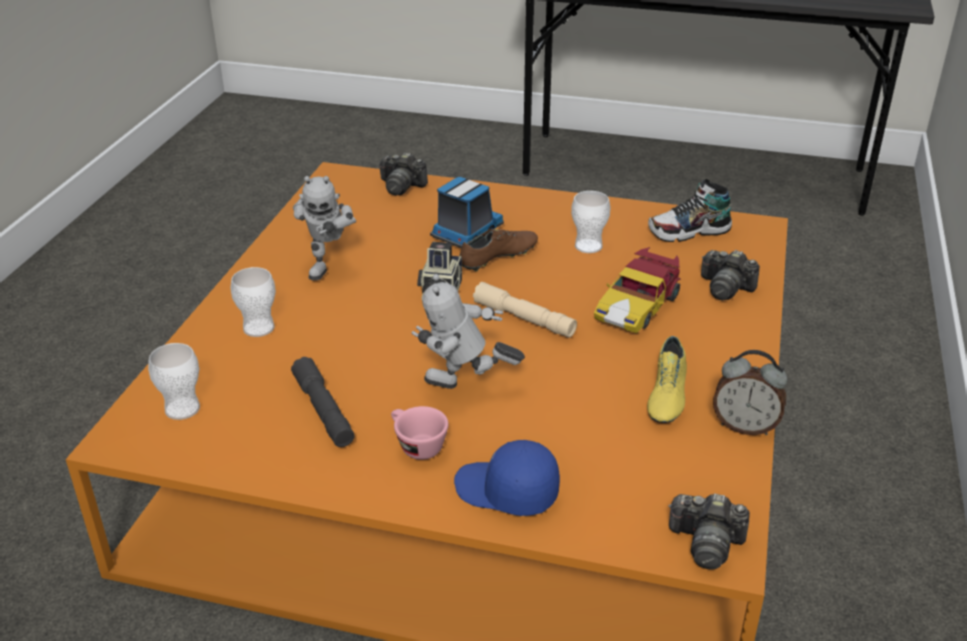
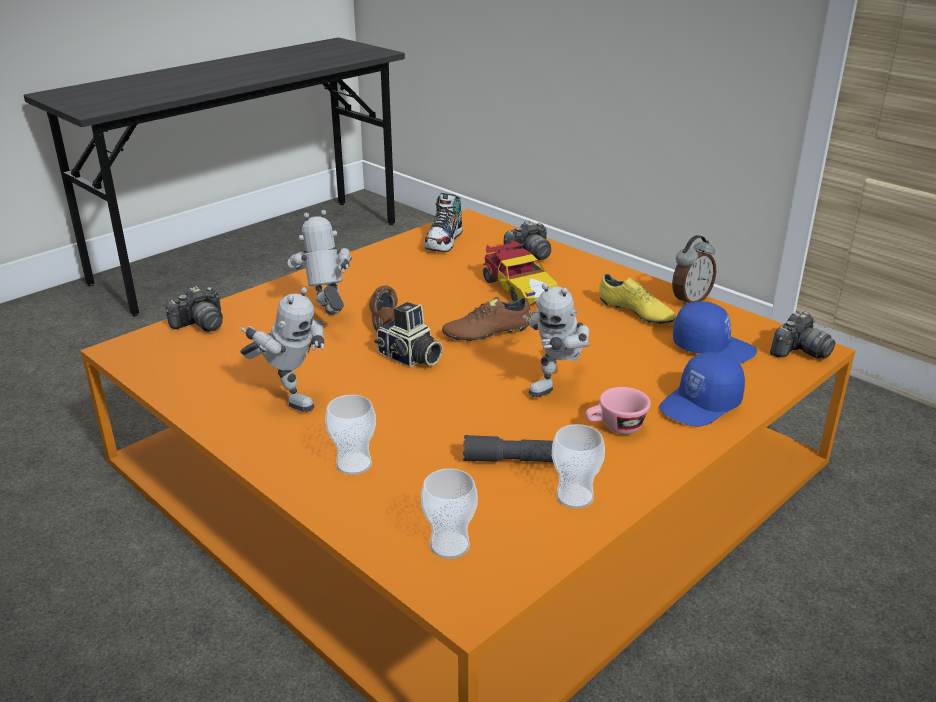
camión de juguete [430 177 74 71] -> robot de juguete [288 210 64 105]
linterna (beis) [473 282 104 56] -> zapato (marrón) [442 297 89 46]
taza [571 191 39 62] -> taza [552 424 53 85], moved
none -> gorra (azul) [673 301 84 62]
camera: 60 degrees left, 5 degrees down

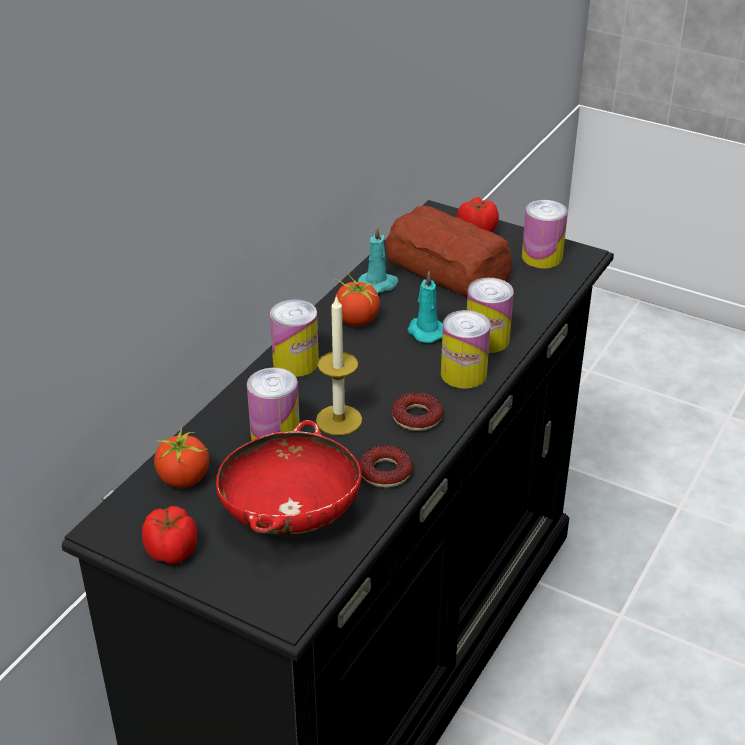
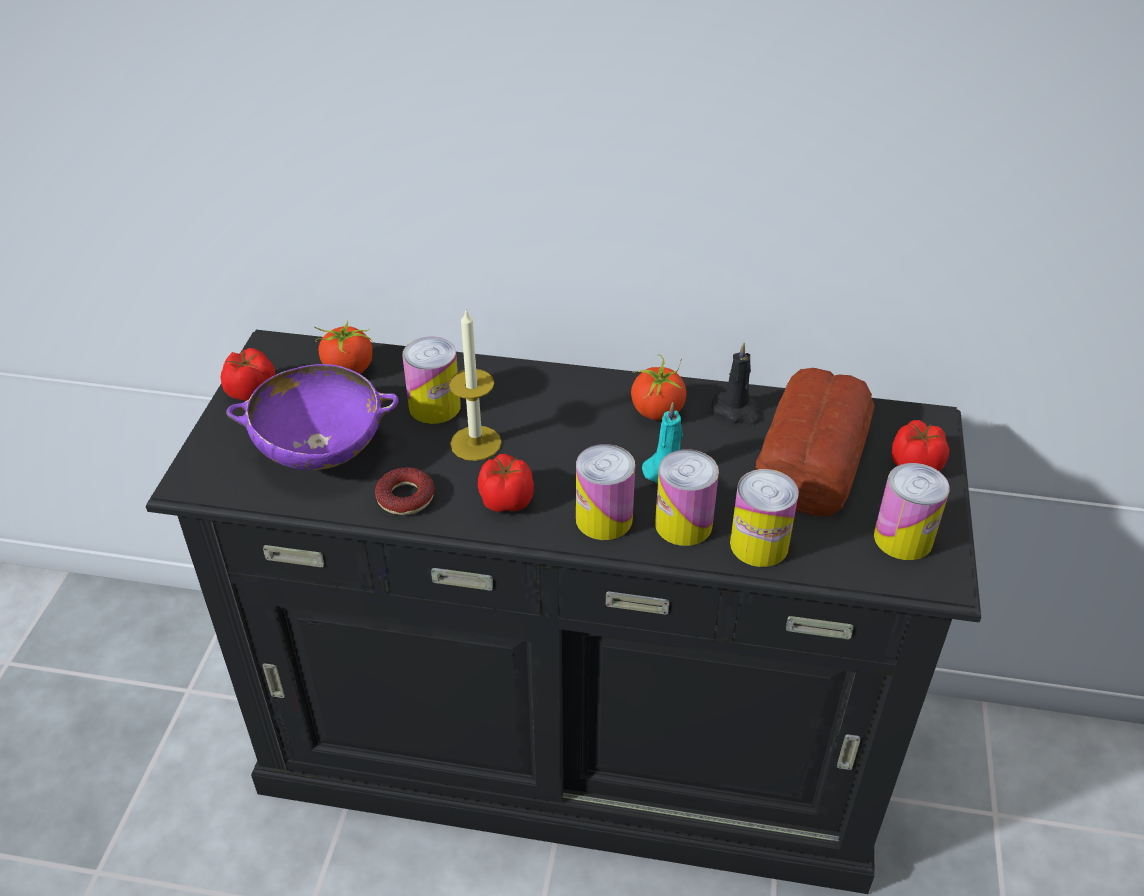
cuenco (rojo) [216 420 146 114] -> cuenco (morado) [226 364 173 106]
lata [270 299 49 78] -> lata [730 469 69 98], moved
vela (turquesa) [358 225 41 68] -> vela (negro) [711 342 49 82]
rosquilla [392 392 51 39] -> tomate [478 454 56 58]
camera: 70 degrees right, 5 degrees up

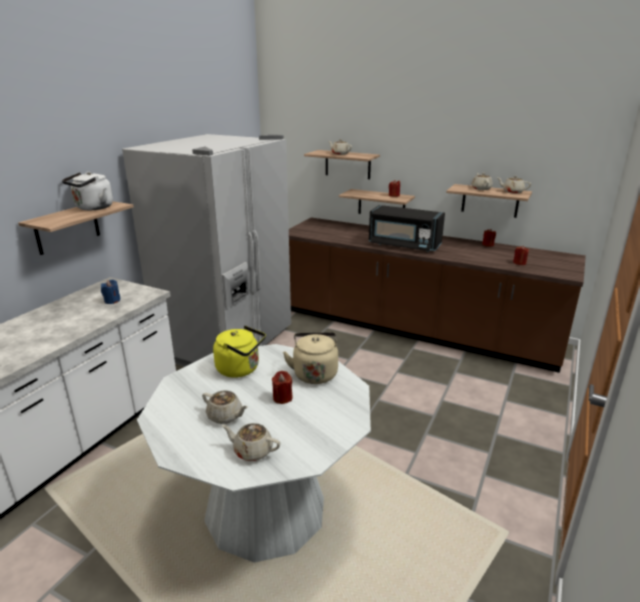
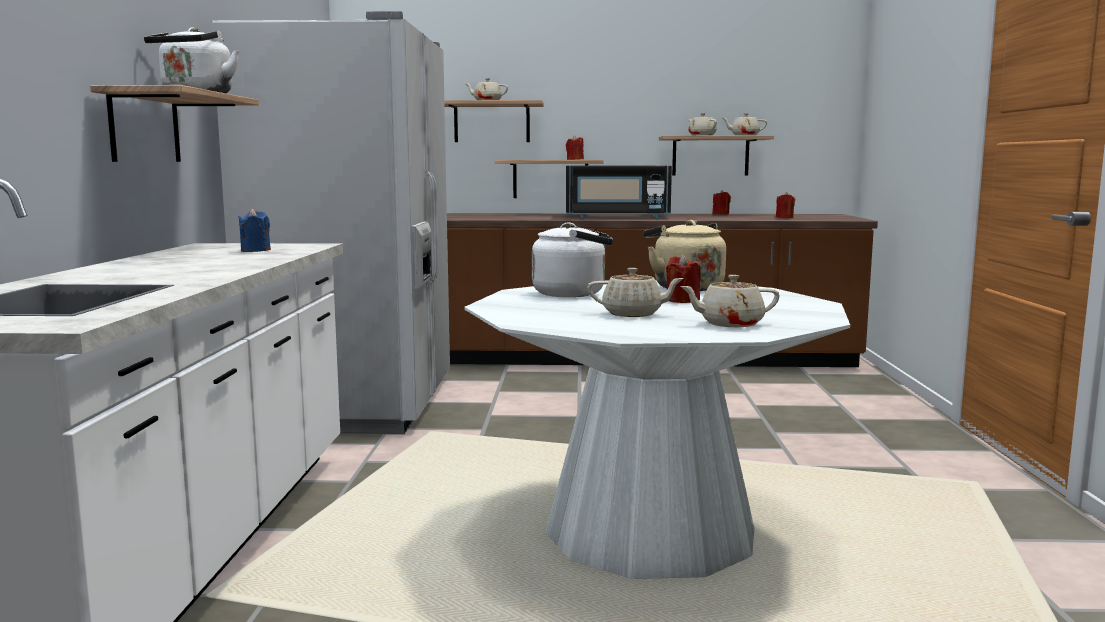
hervidor (amarillo) [213 326 53 52] -> hervidor (blanco) [532 222 81 75]
camera: 25 degrees left, 15 degrees down

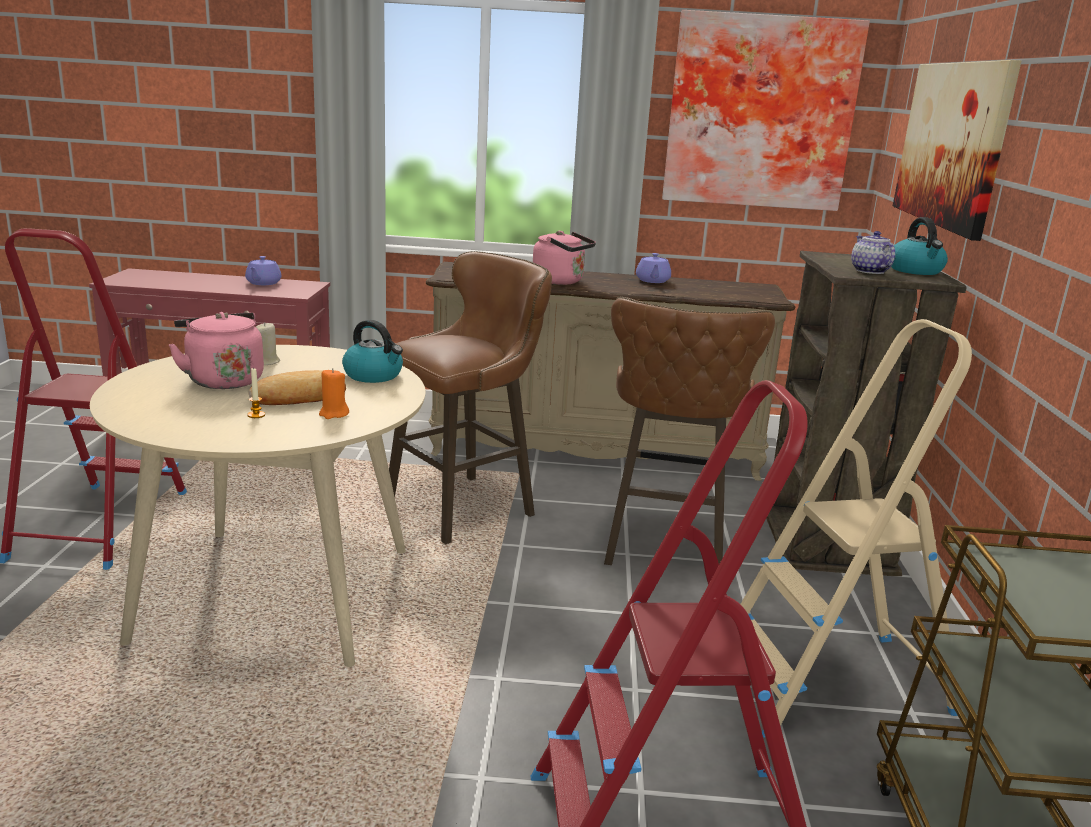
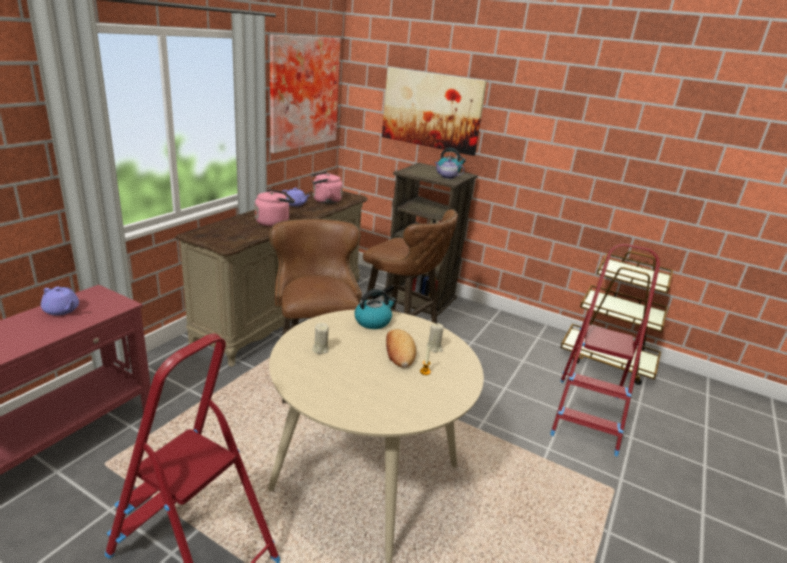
hervidor (rosa) [169 312 95 77] -> hervidor (rosa) [310 171 33 33], moved
vela (naranja) [319 368 30 51] -> vela (beis) [427 323 17 30]
escalera de tijera (beis) [741 319 231 419] -> none
camera: 65 degrees left, 5 degrees up

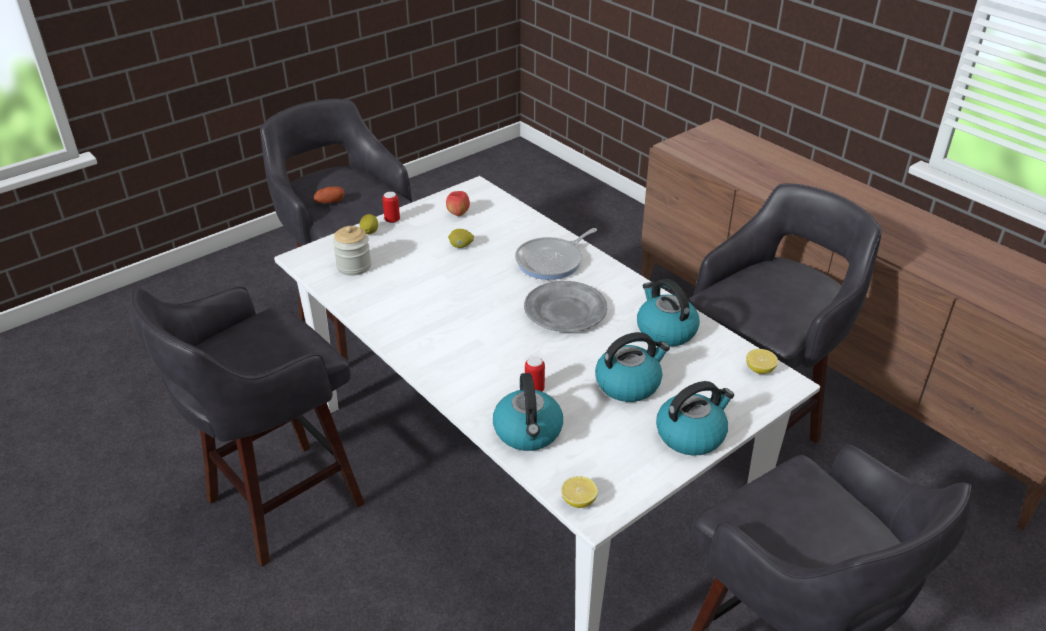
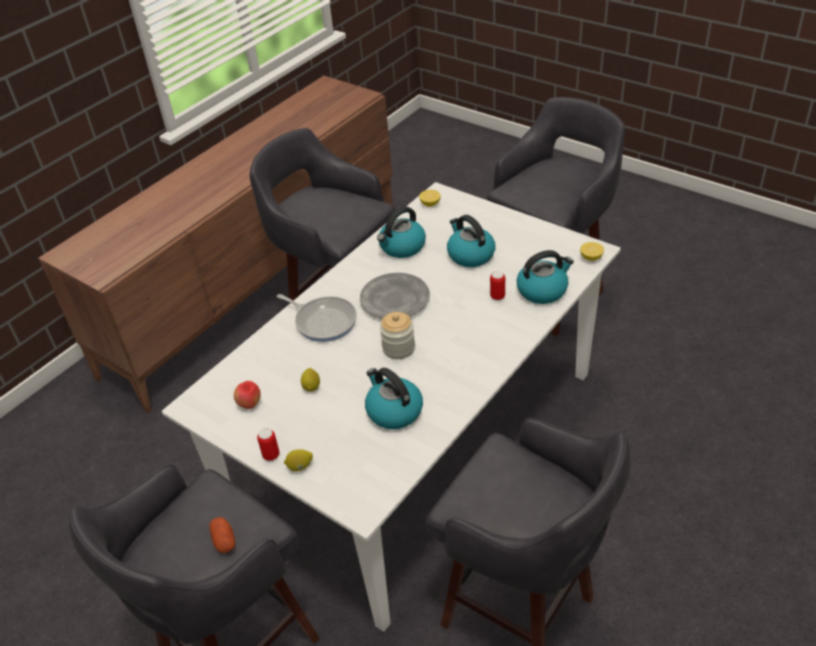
tarro [333 226 38 50] -> tarro [380 312 35 47], moved
hervidor [656 381 78 75] -> hervidor [365 368 58 61], moved
camera: 100 degrees left, 5 degrees up

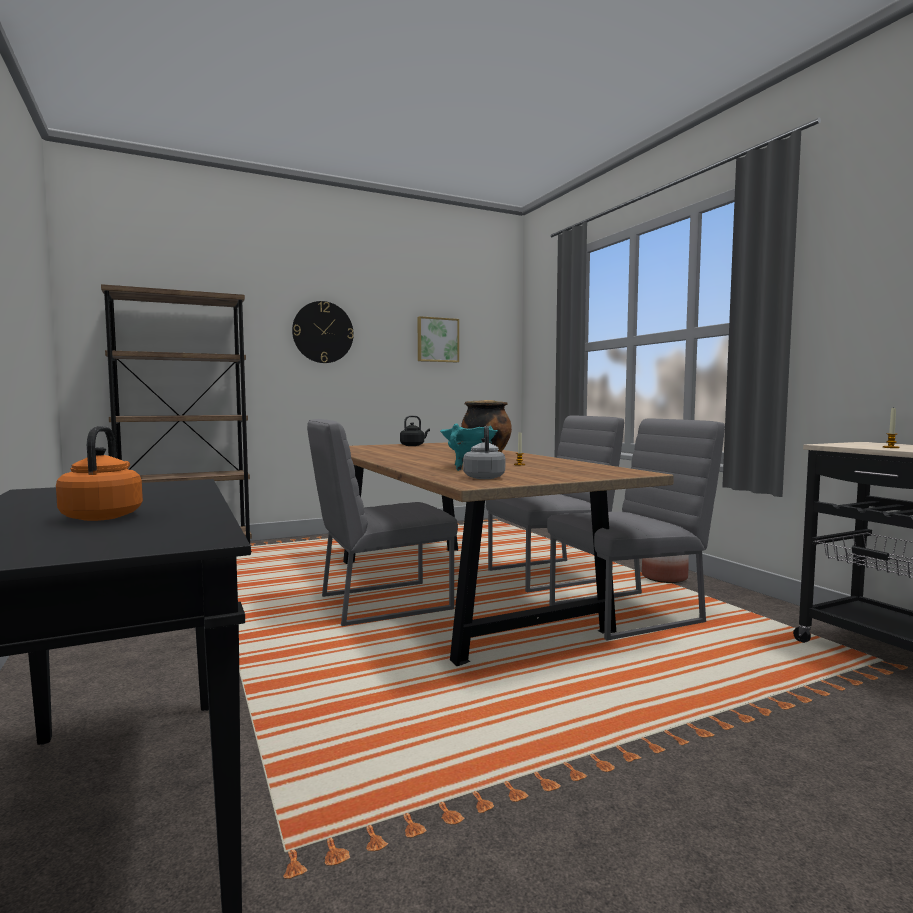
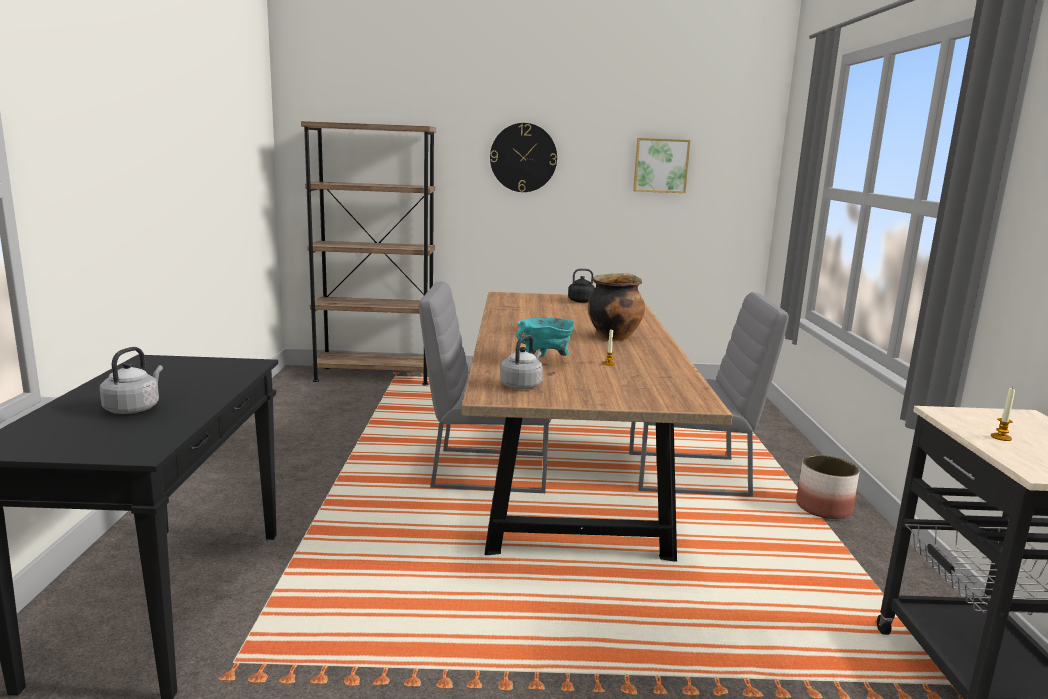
hervidor (naranja) [56 426 87 95] -> hervidor (gris) [100 347 63 67]
silla (gris) [547 418 178 222] -> none
camera: 25 degrees right, 10 degrees up

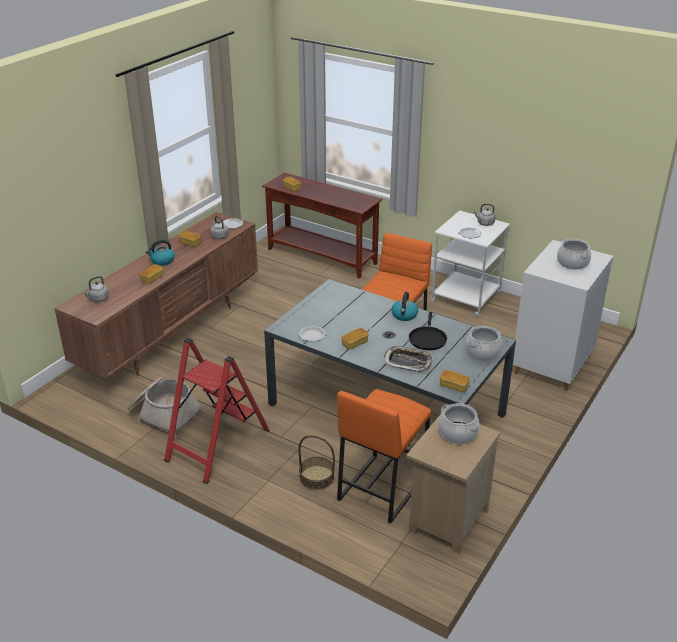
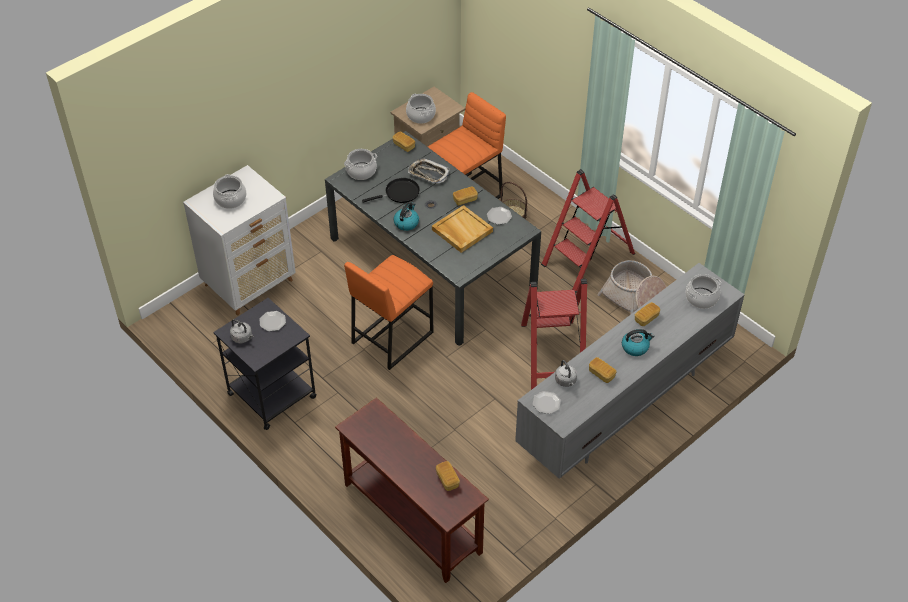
armario (marrón) [54 212 204 166] -> armario (gris) [515 263 230 216]
hervidor (gris) [82 276 27 26] -> olla [686 274 35 35]
sartén (negro) [409 312 38 38] -> sartén (negro) [362 178 58 25], 45 degrees clockwise
carrito (blanco) [431 210 79 107] -> carrito (negro) [213 298 103 132]
none -> bandeja (beis) [432 205 61 48]
none -> escalera de tijera (rojo) [521 279 66 111]
camera: 165 degrees left, 15 degrees up

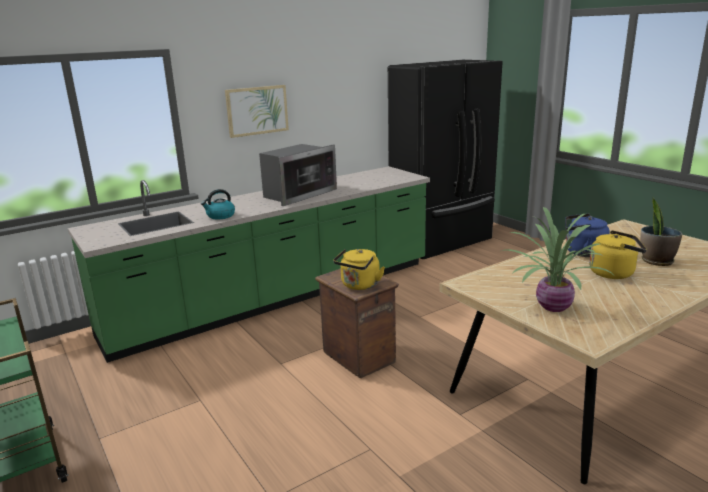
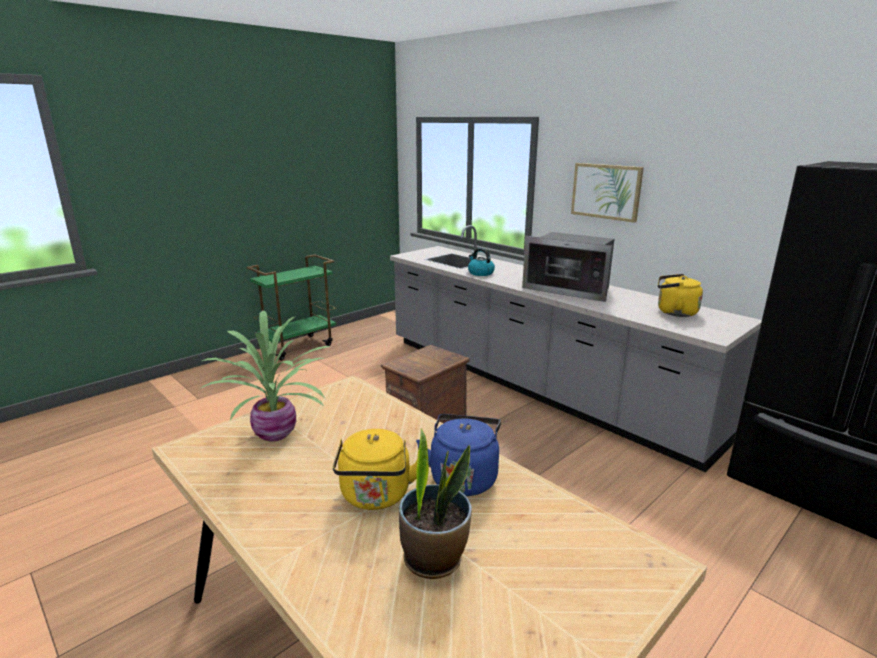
mueble bajo de cocina (verde) [68 166 362 197] -> mueble bajo de cocina (gris) [390 225 372 247]
hervidor (amarillo) [333 249 52 41] -> hervidor (amarillo) [658 274 45 43], moved
camera: 80 degrees right, 0 degrees up

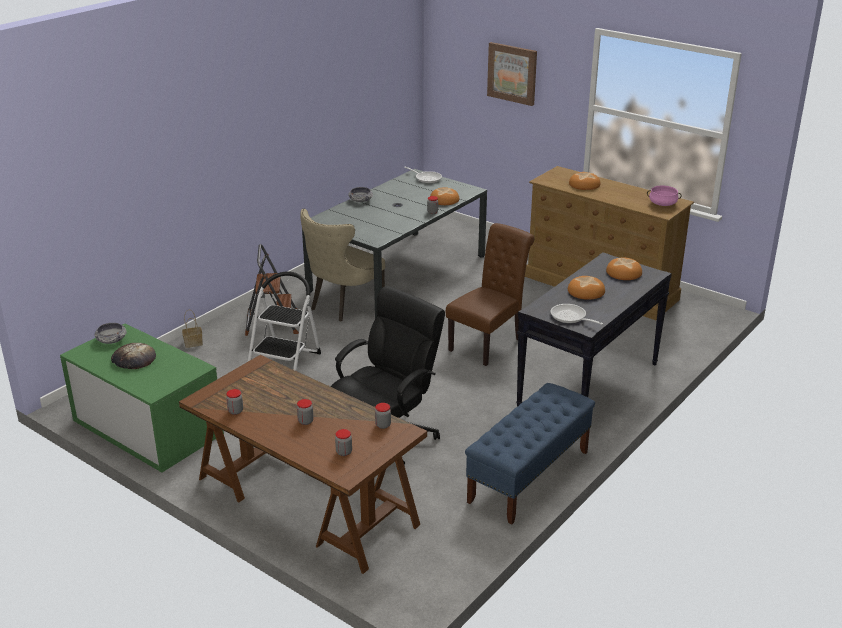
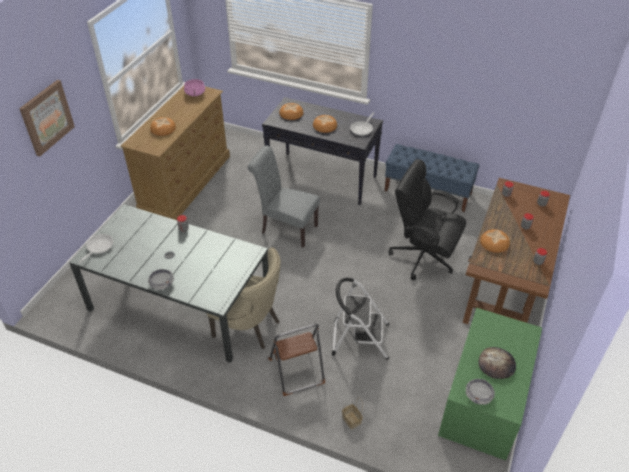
pan [430 187 29 18] -> pan [480 229 30 24], moved
silla (marrón) [446 223 89 143] -> silla (gris) [247 146 73 102]
camera: 105 degrees left, 15 degrees up

